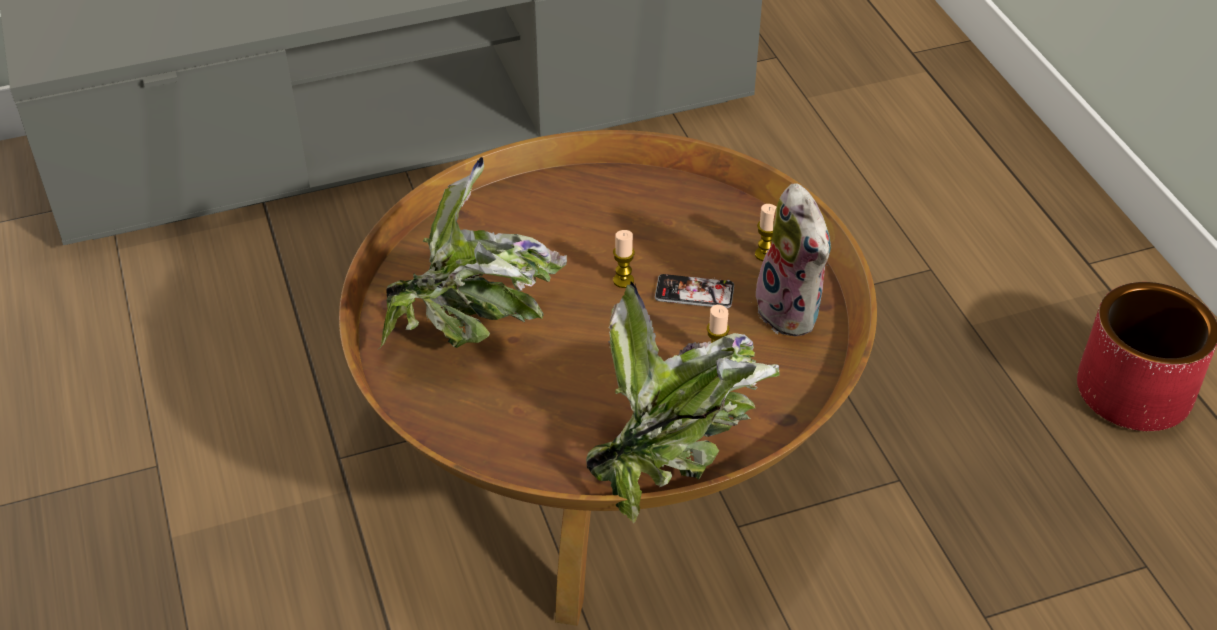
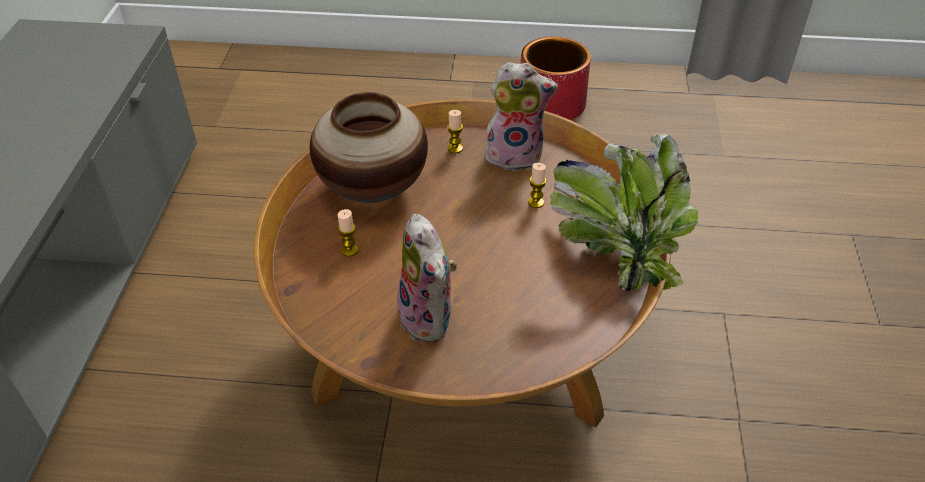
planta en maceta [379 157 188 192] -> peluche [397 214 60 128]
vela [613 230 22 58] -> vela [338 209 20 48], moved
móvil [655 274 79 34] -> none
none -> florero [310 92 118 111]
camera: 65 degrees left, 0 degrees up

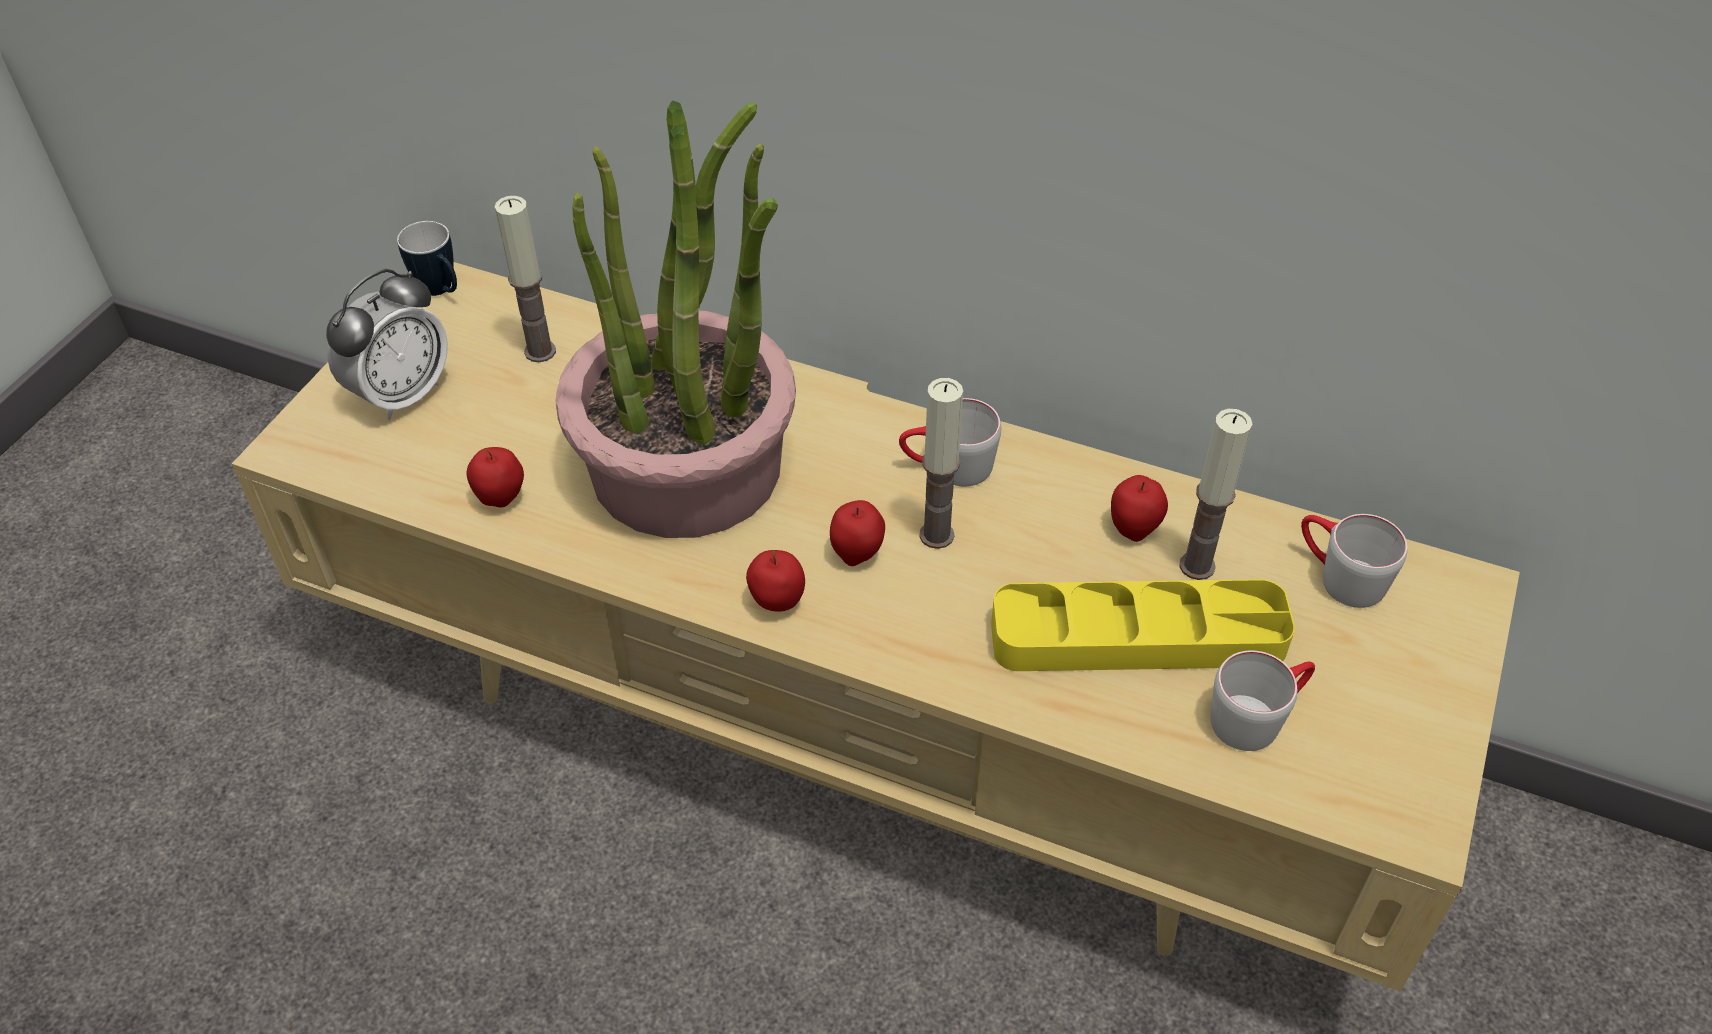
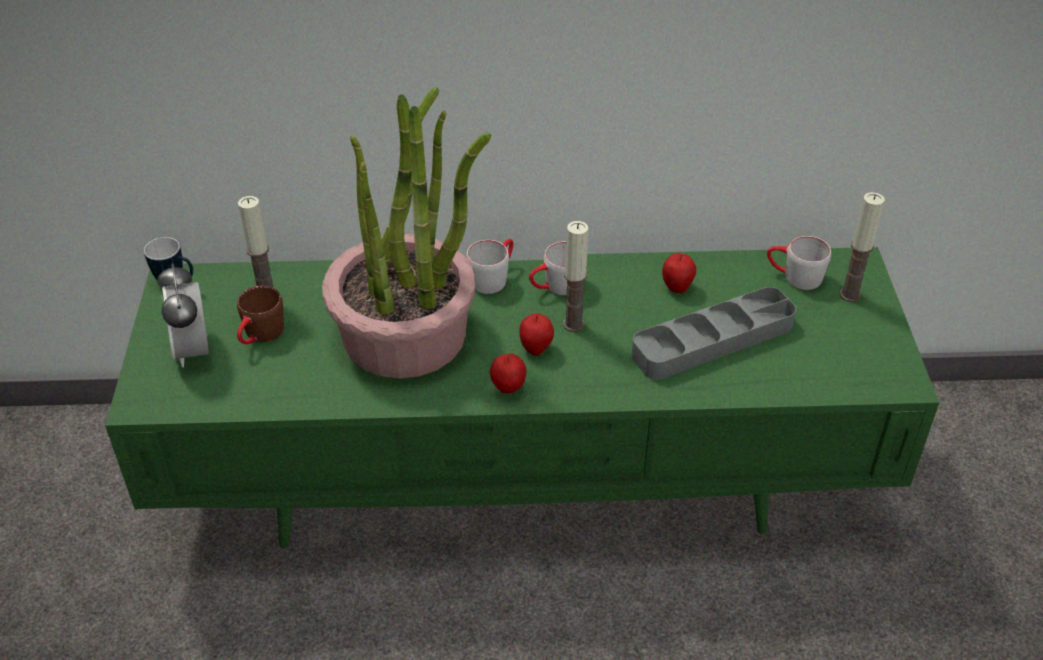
mueble de televisión (beis) [232 262 1288 729] -> mueble de televisión (verde) [105 247 834 302]
despertador [326 269 122 151] -> despertador [157 263 52 105], 150 degrees clockwise
manzana [467 447 57 61] -> none
bandeja (amarillo) [991 579 304 92] -> bandeja (gris) [632 287 164 92]
vela [1179 409 73 171] -> vela [839 192 46 110], moved
taza grande (gris) [1210 650 105 101] -> taza grande (gris) [466 239 47 55], moved
none -> taza grande (marrón) [237 286 47 58]
camera: 25 degrees left, 5 degrees down

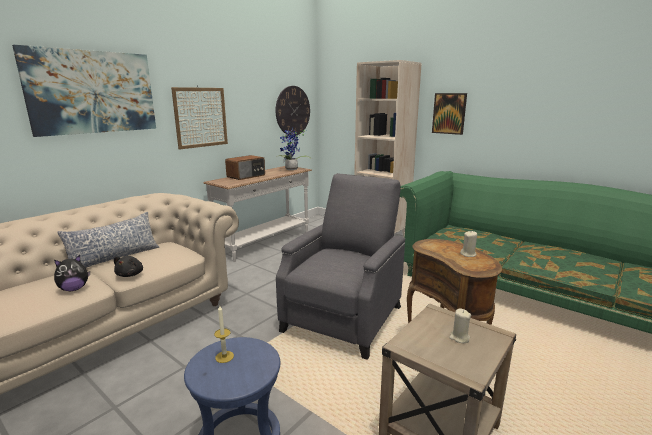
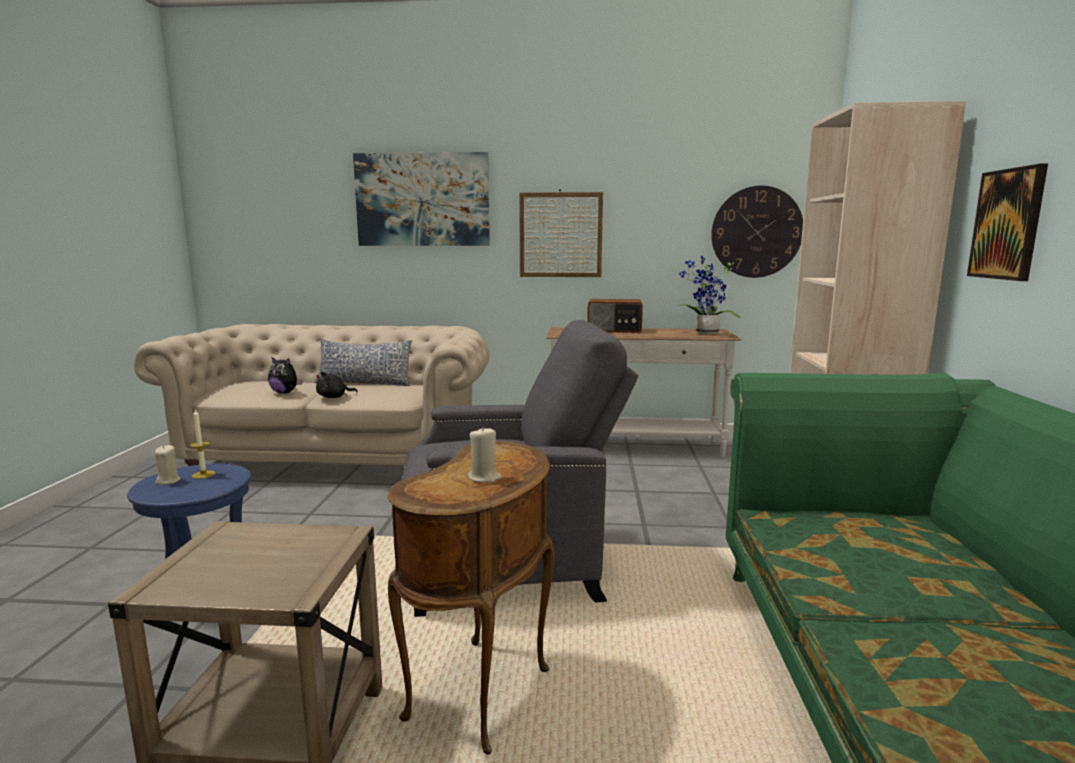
vela (beis) [449 308 22 35] -> vela (beis) [155 445 26 40], moved
camera: 55 degrees right, 5 degrees down

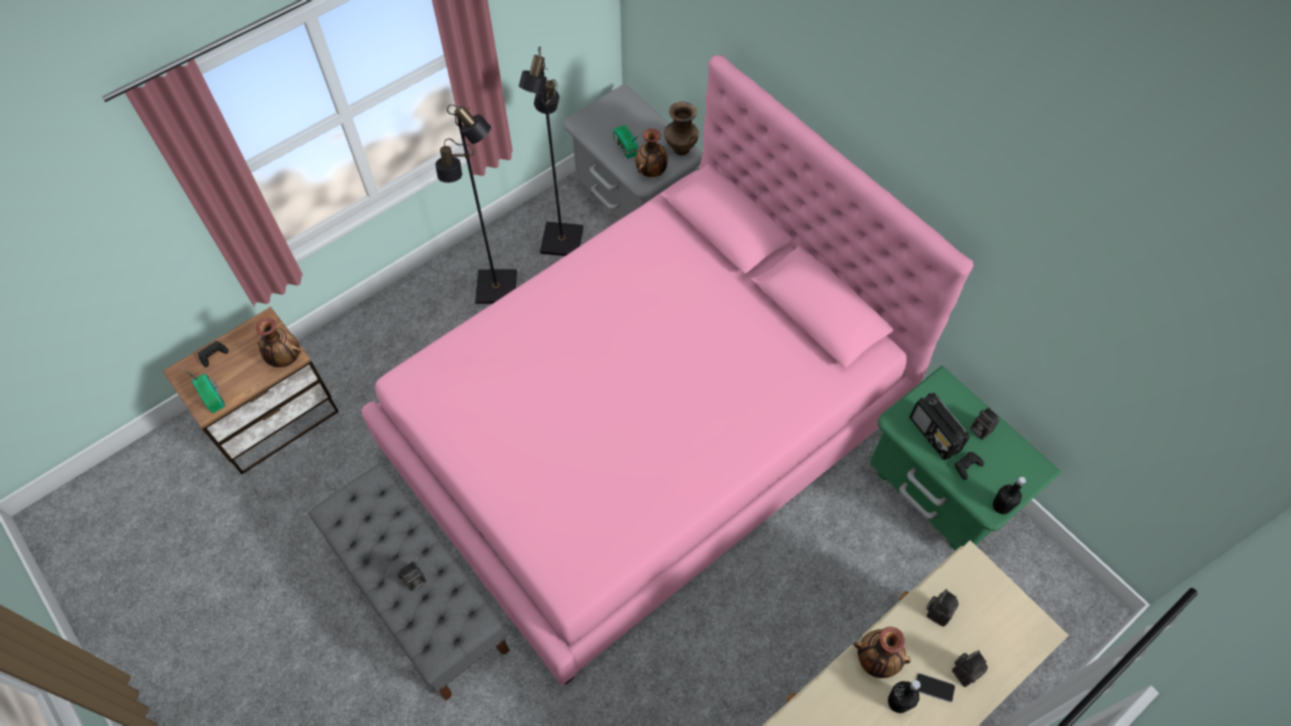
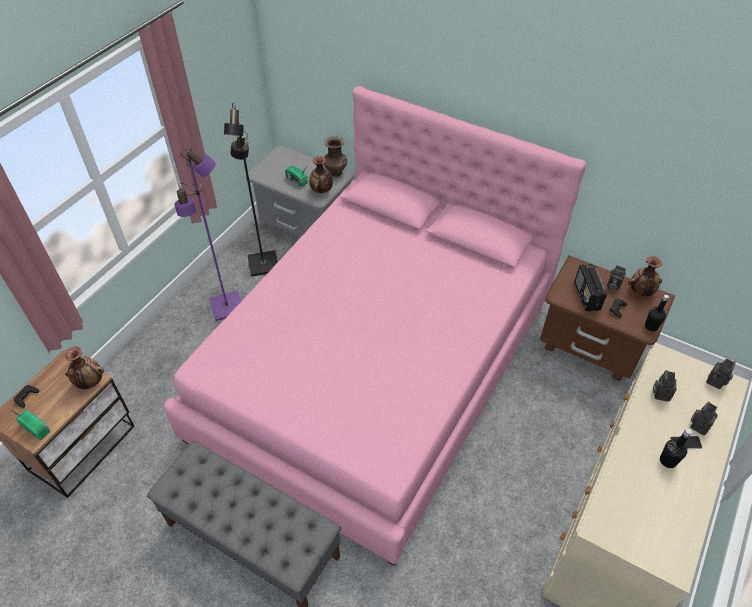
cámara [397 561 29 30] -> cámara [706 359 30 30], moved
lámpara de pie (negro) [435 104 82 200] -> lámpara de pie (morado) [174 149 67 172]
florero [854 627 57 51] -> florero [628 256 34 41], moved
mesita de noche (verde) [870 366 191 184] -> mesita de noche (marrón) [540 255 135 126]
radio [910 393 60 67] -> radio [575 264 32 48], 45 degrees clockwise
camera: 20 degrees left, 10 degrees down

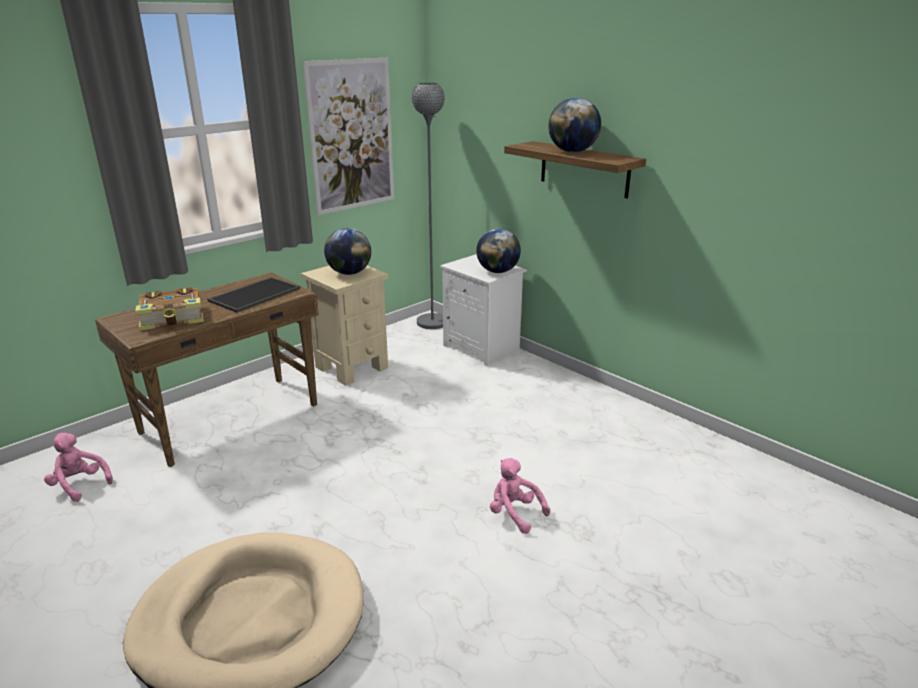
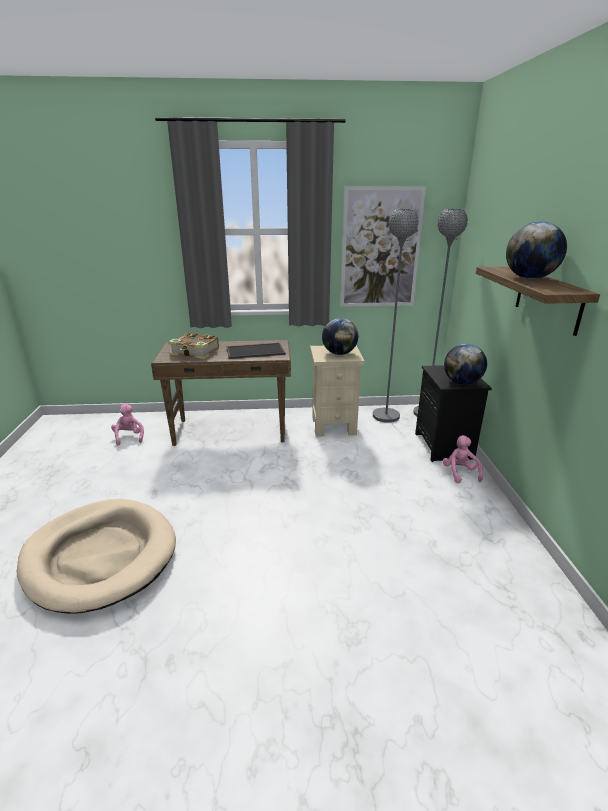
mesita de noche (blanco) [440 254 87 112] -> mesita de noche (negro) [415 365 77 97]
peluche (rosa) [490 458 60 76] -> peluche (rosa) [443 435 40 49], moved
none -> lámpara de pie (gris) [373 209 45 214]
camera: 40 degrees right, 0 degrees up

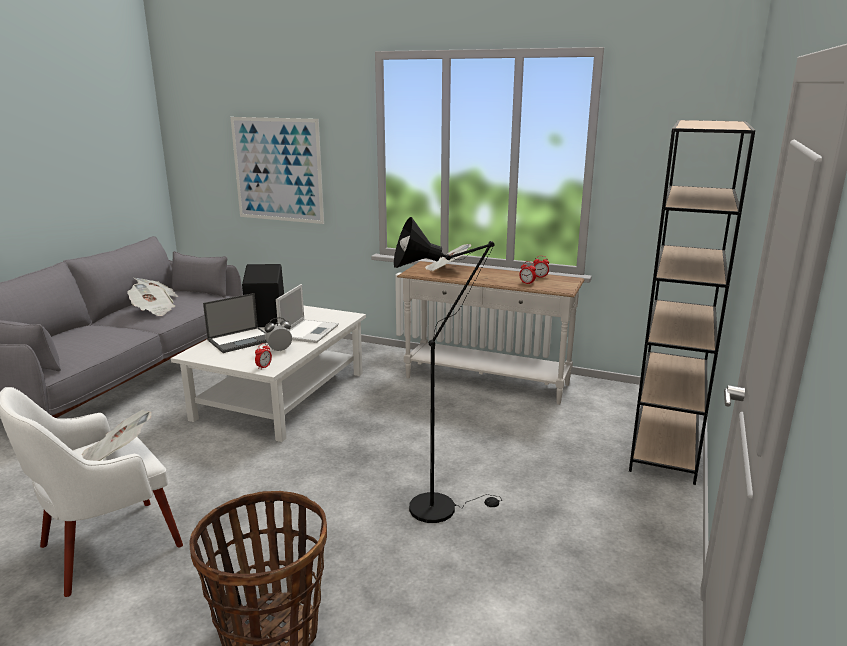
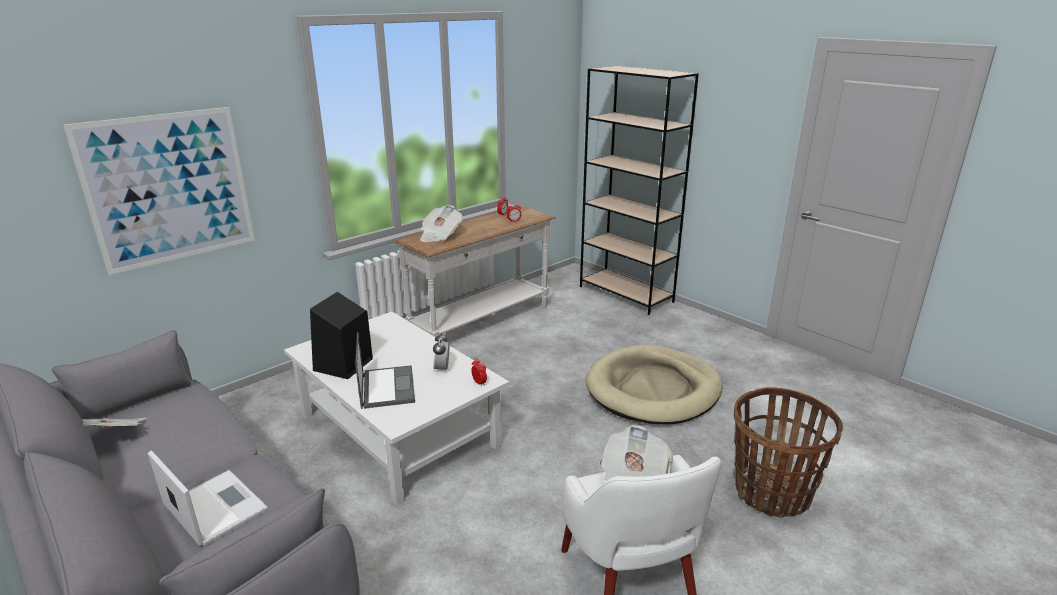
periódico [127 283 48 33] -> none
portátil [276 284 63 59] -> portátil [148 450 120 96], moved
lámpara de pie (negro) [394 217 108 306] -> cama para perro (beis) [585 345 138 79]
camera: 65 degrees left, 5 degrees up

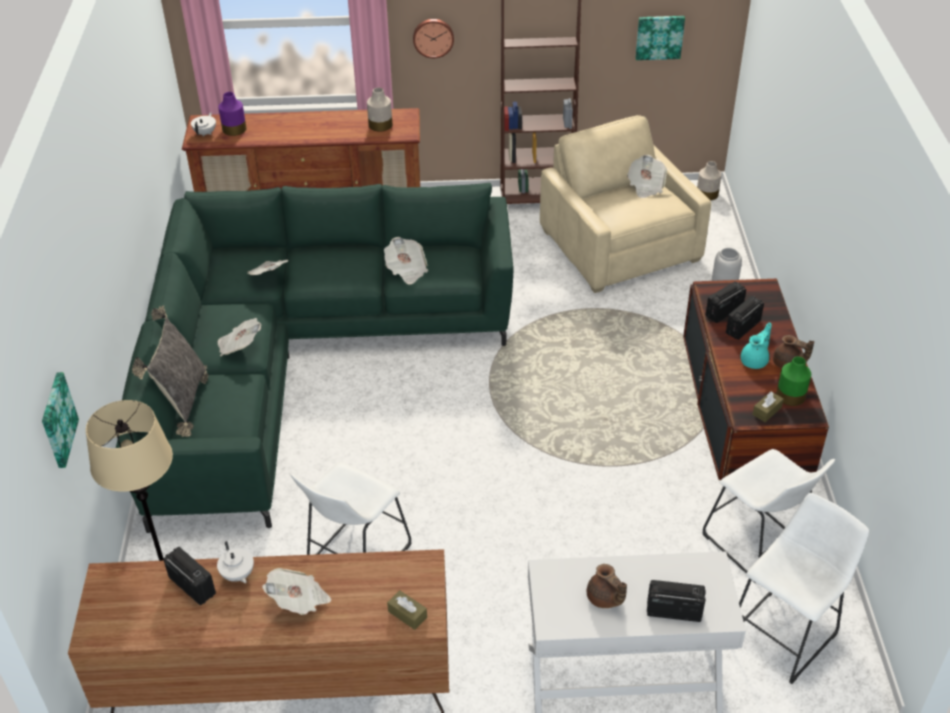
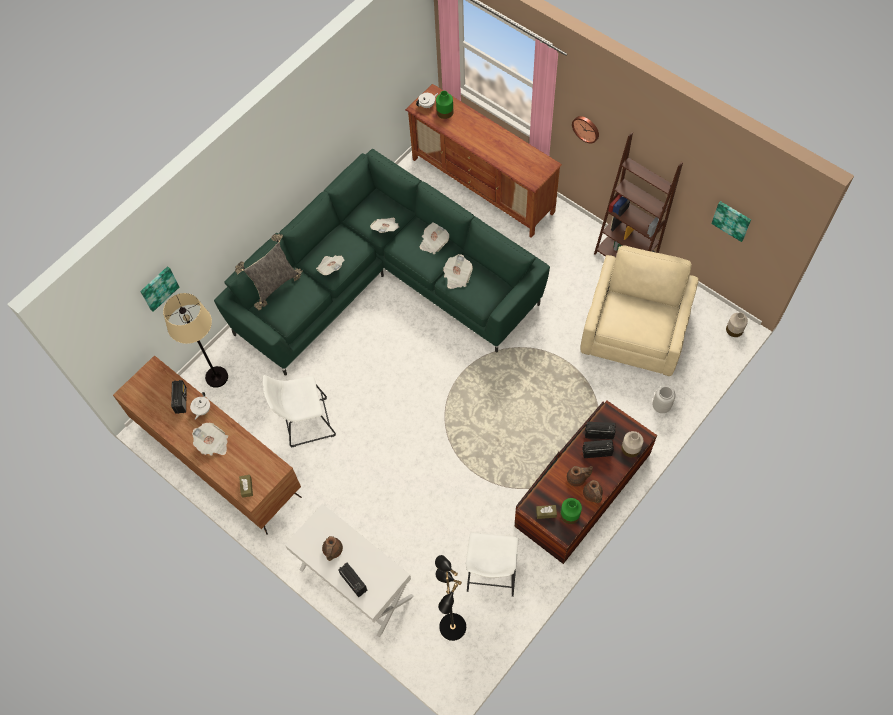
florero (morado) [218 92 29 44] -> florero (verde) [436 91 17 28]
florero (beis) [367 88 26 44] -> florero (beis) [621 431 22 26], moved
periódico [627 155 40 43] -> periódico [420 222 29 32], moved
taburete (blanco) [739 493 130 191] -> lámpara de pie (negro) [435 555 31 86]
tetera (turquesa) [741 322 31 47] -> tetera (marrón) [567 466 26 21]
camera: 45 degrees right, 20 degrees up

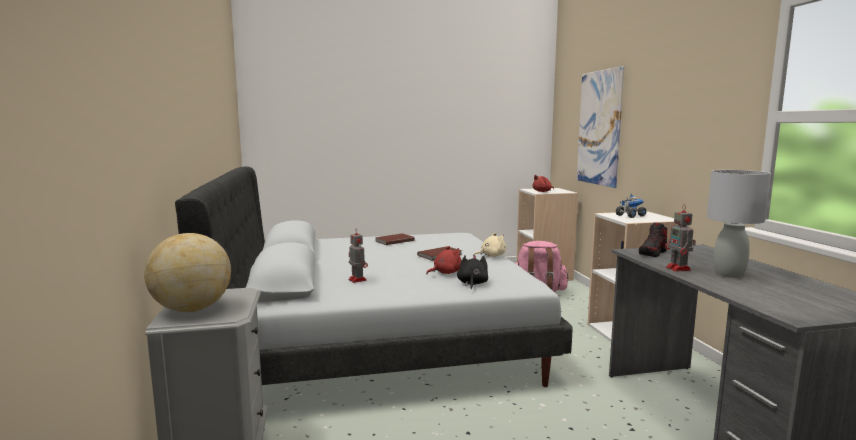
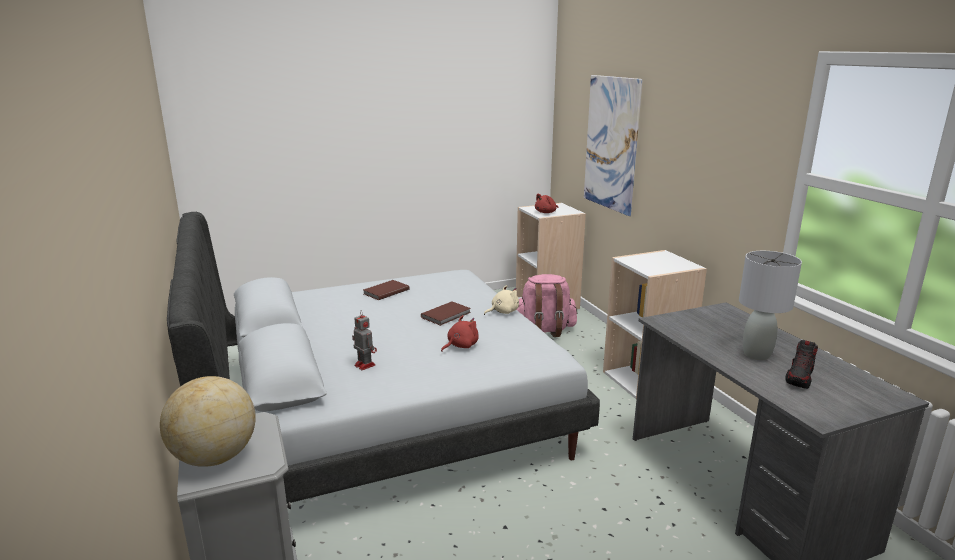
peluche (negro) [457 255 31 34] -> none
camión de juguete [616 194 31 24] -> none
zapato [639 222 28 35] -> zapato [785 339 33 50], moved
robot de juguete [665 204 31 68] -> none
camera: 10 degrees left, 10 degrees up

